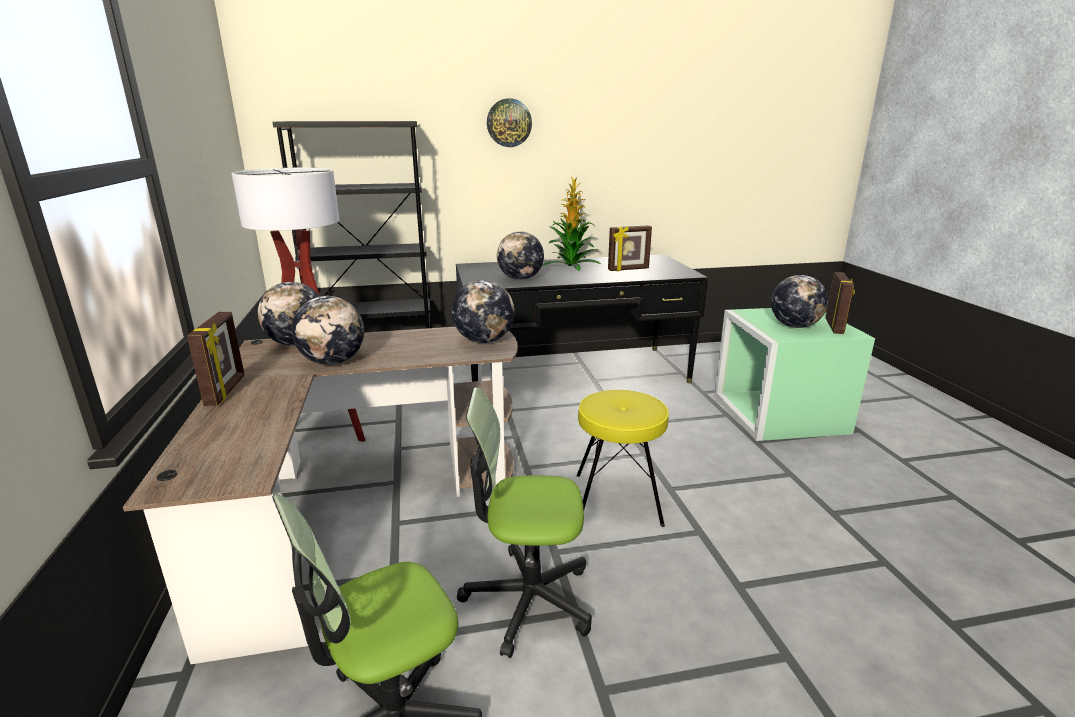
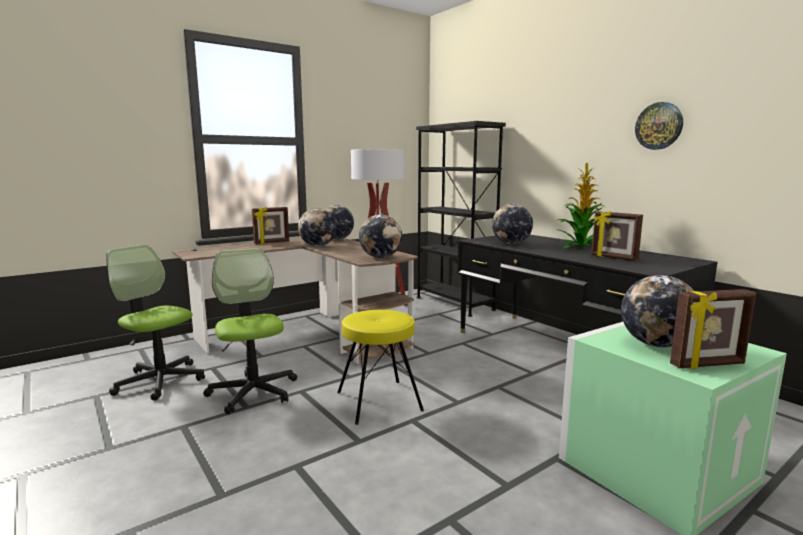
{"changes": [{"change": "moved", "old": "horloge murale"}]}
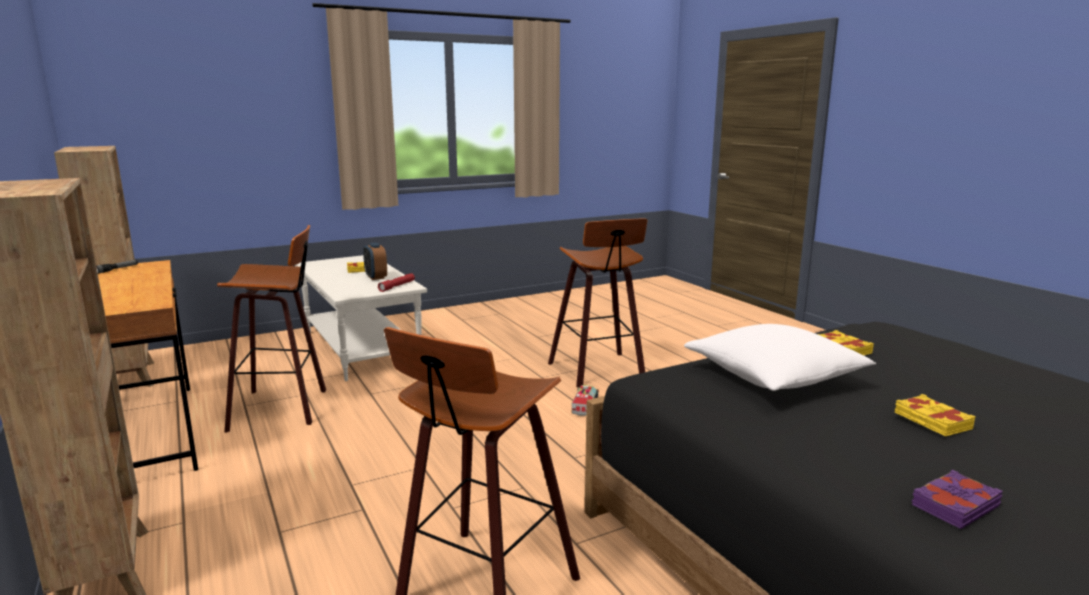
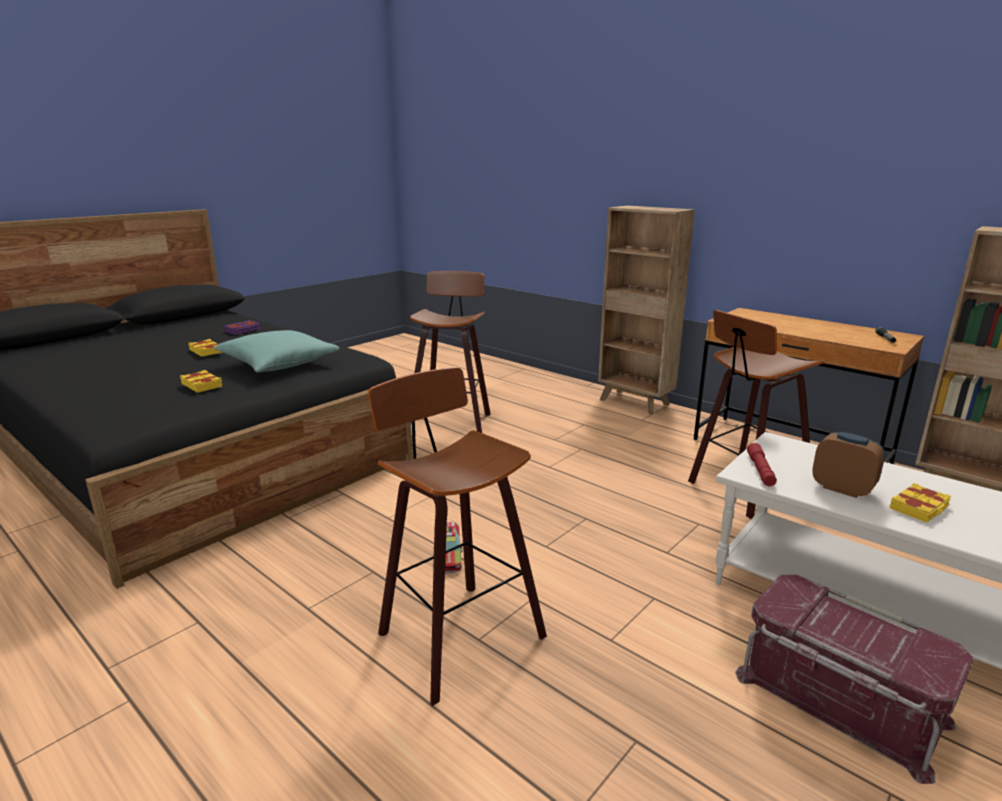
{"changes": [{"change": "recoloured", "old": "coussin [blanc]", "new": "coussin [turquoise]"}, {"change": "added", "new": "boîte de rangement [rouge]"}]}
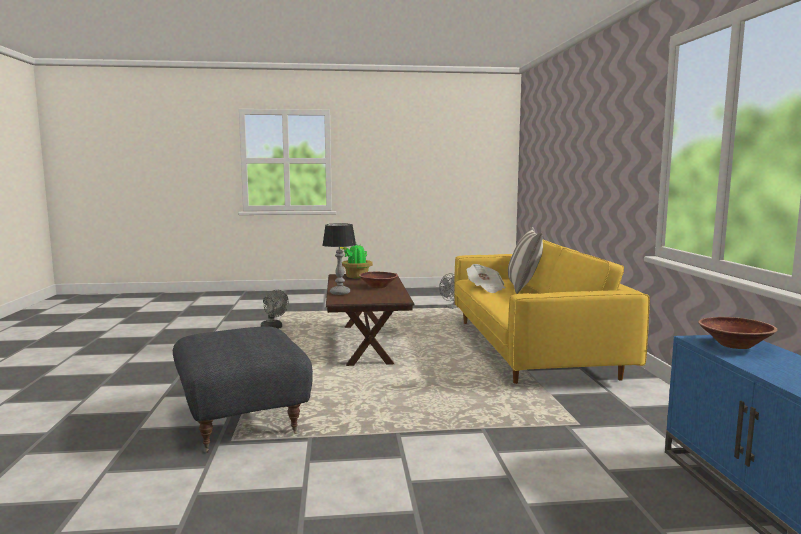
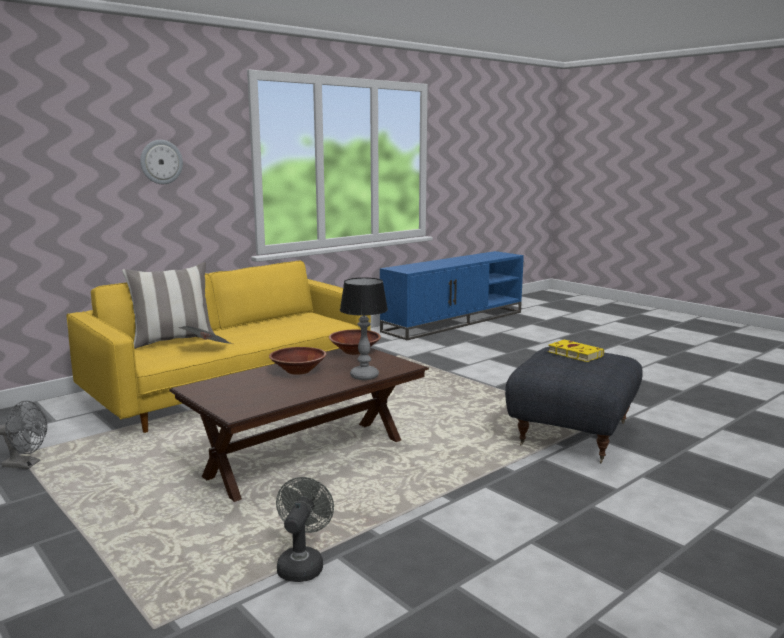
{"changes": [{"change": "removed", "old": "plante en pot"}, {"change": "moved", "old": "bol [marron] (2nd from left)"}, {"change": "added", "new": "horloge murale"}, {"change": "added", "new": "livre [jaune]"}]}
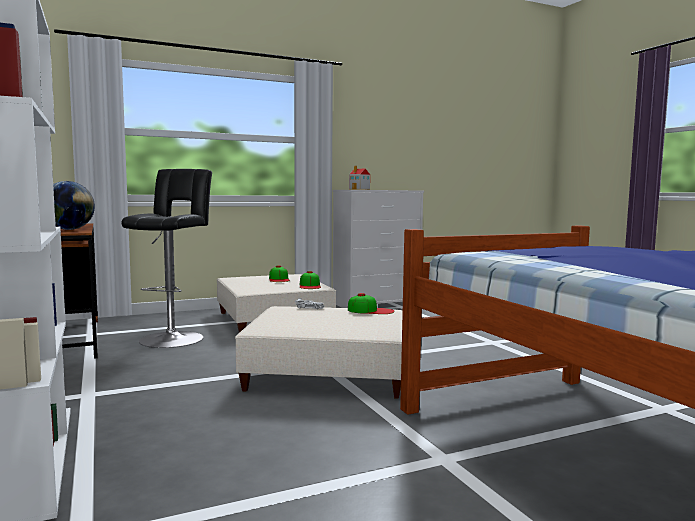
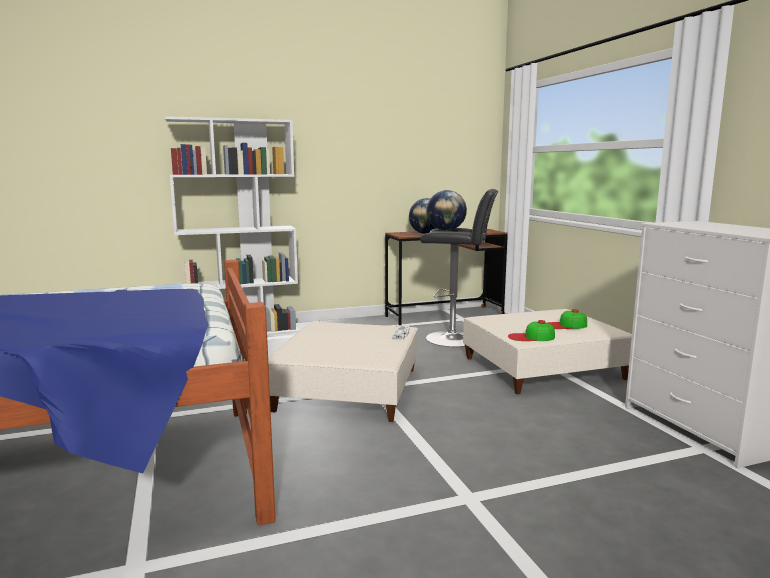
{"changes": [{"change": "removed", "old": "maison miniature"}, {"change": "removed", "old": "casquette (3rd from left)"}, {"change": "added", "new": "globe (2nd from left)"}]}
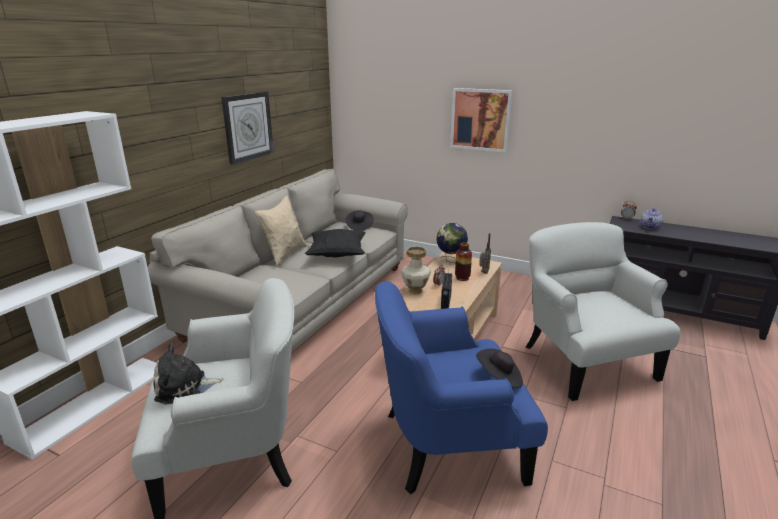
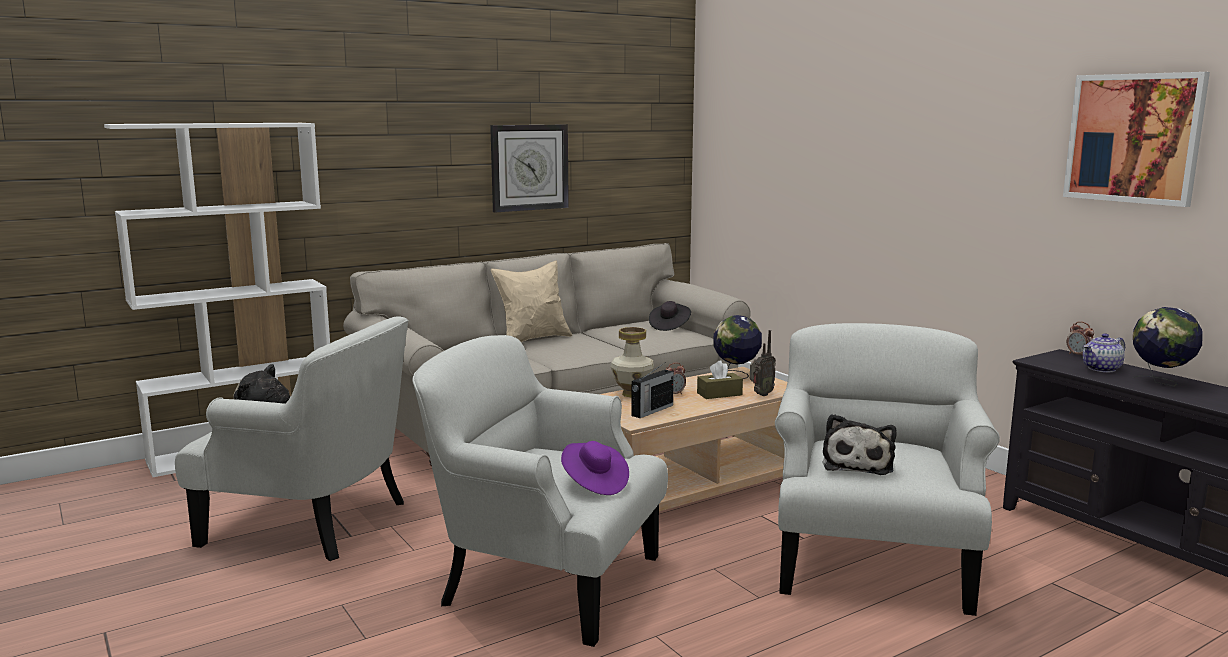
{"changes": [{"change": "moved", "old": "tableau"}, {"change": "removed", "old": "coussin [noir]"}, {"change": "replaced", "old": "vase (2nd from left)", "new": "boîte à mouchoirs [marron]"}, {"change": "recoloured", "old": "fauteuil [bleu]", "new": "fauteuil [blanc] (2nd from left)"}, {"change": "recoloured", "old": "chapeau [noir] (2nd from left)", "new": "chapeau [violet]"}, {"change": "added", "new": "globe (2nd from left)"}, {"change": "added", "new": "peluche (2nd from left)"}]}
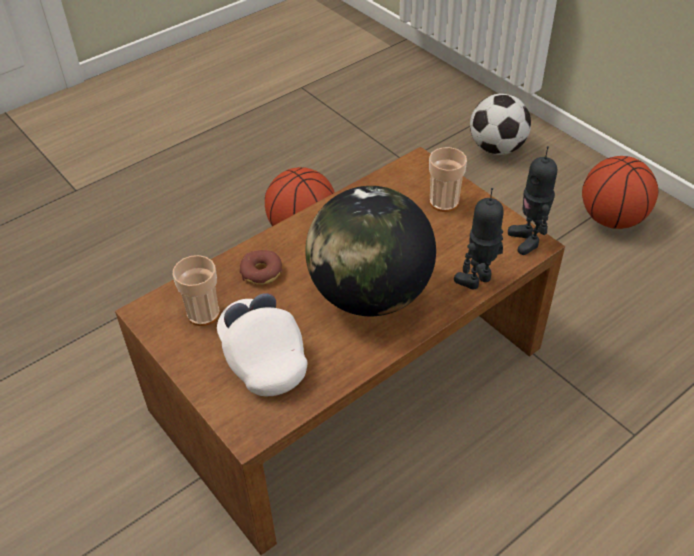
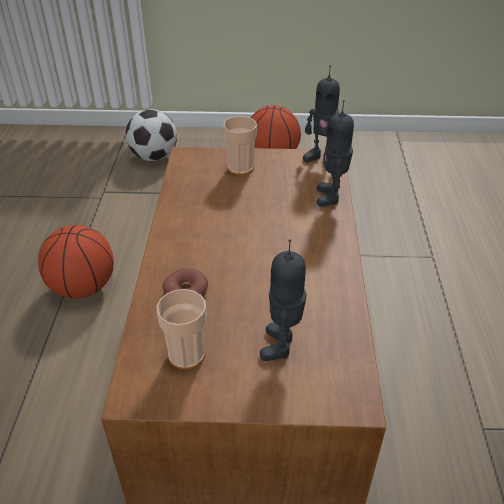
{"changes": [{"change": "removed", "old": "globe"}, {"change": "replaced", "old": "casquette [blanc]", "new": "robot jouet (1st from left)"}]}
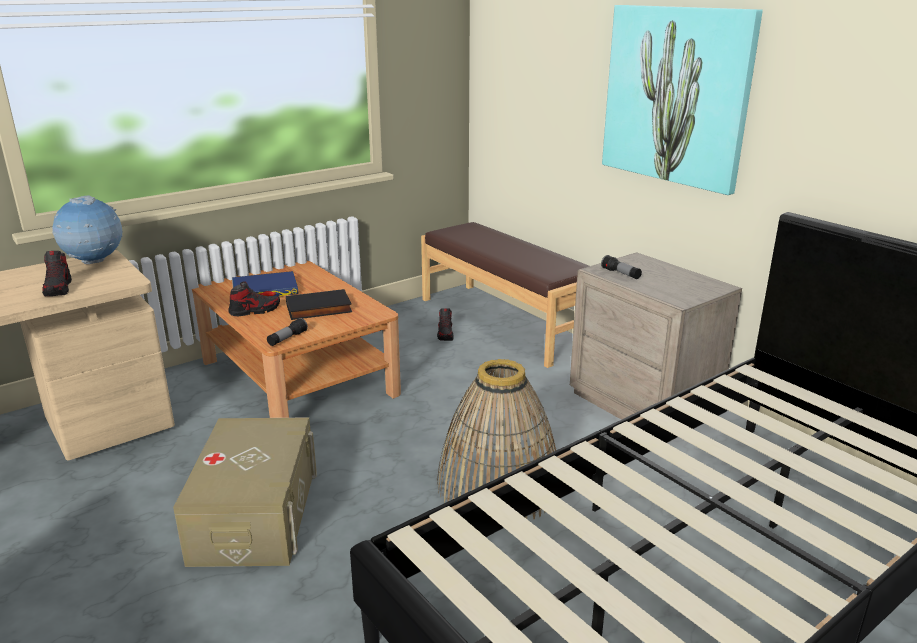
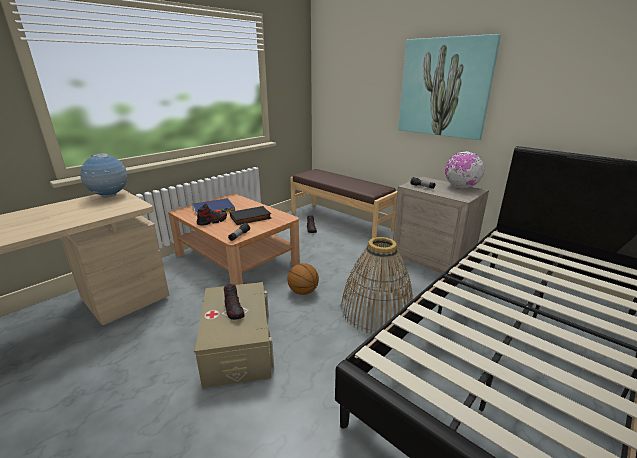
{"changes": [{"change": "moved", "old": "chaussure (1st from left in the first image)", "new": "chaussure (2nd from left)"}, {"change": "added", "new": "globe (2nd from left)"}, {"change": "added", "new": "ballon de basket"}]}
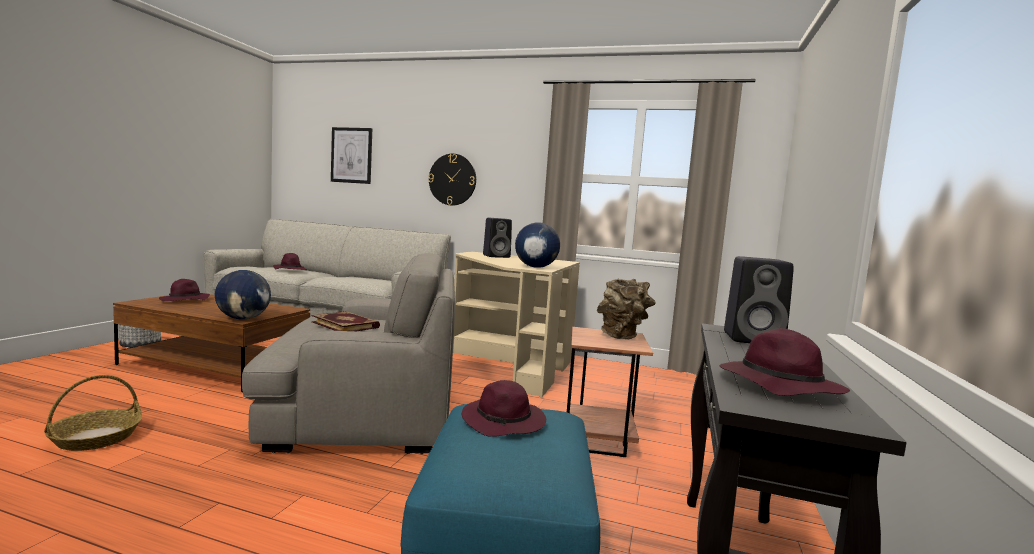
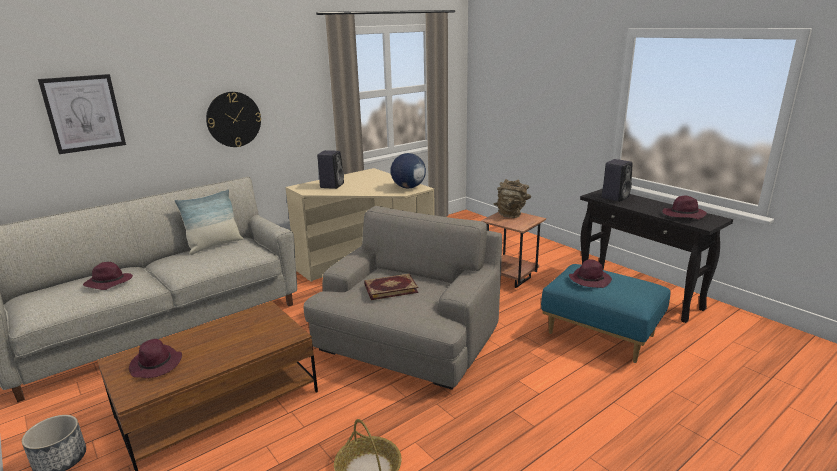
{"changes": [{"change": "removed", "old": "globe (1st from left)"}, {"change": "added", "new": "coussin"}]}
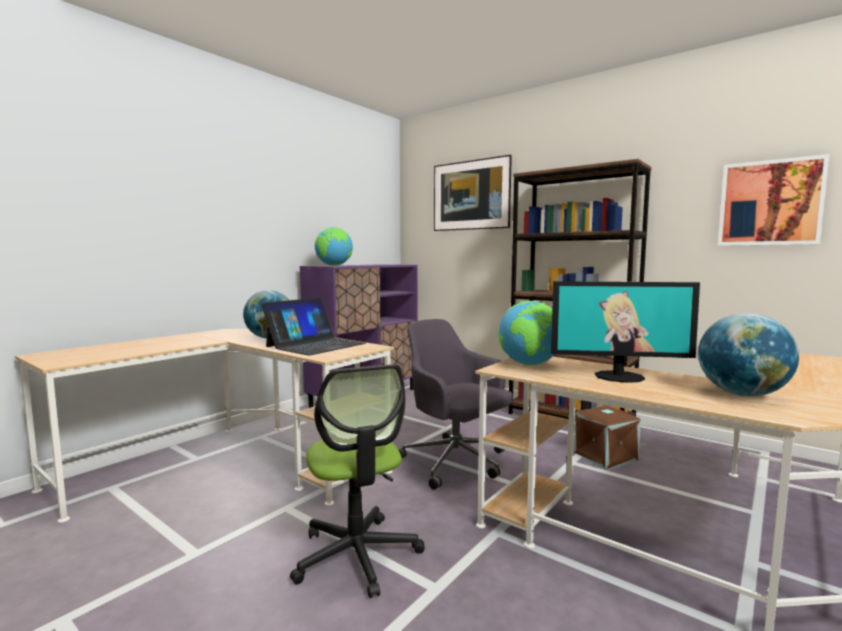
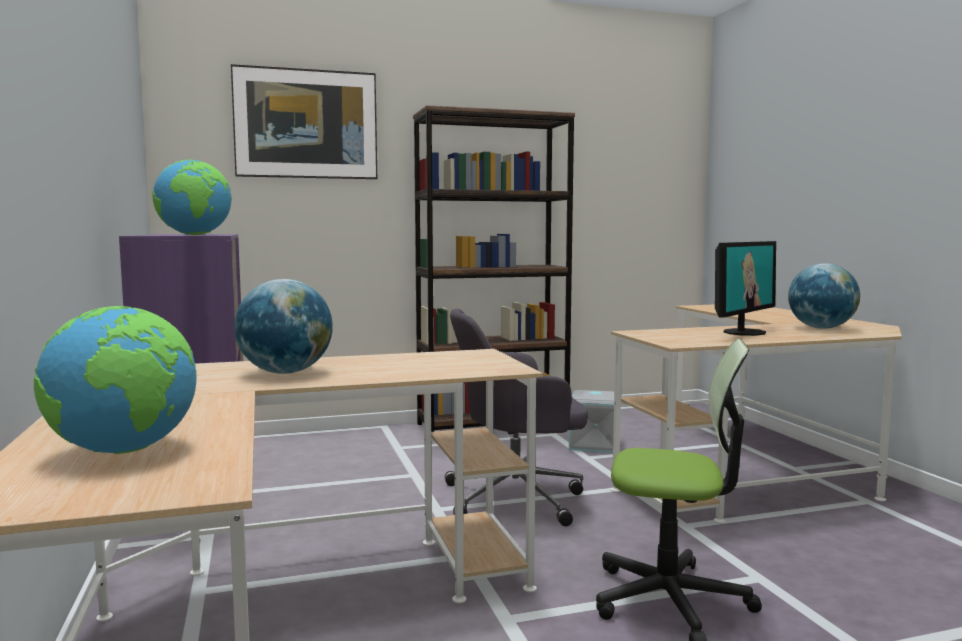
{"changes": [{"change": "removed", "old": "tableau (2nd from left)"}, {"change": "removed", "old": "ordinateur portable"}, {"change": "moved", "old": "globe (3rd from left in the first image)", "new": "globe (1st from left)"}, {"change": "recoloured", "old": "boîte de rangement [marron]", "new": "boîte de rangement [gris]"}]}
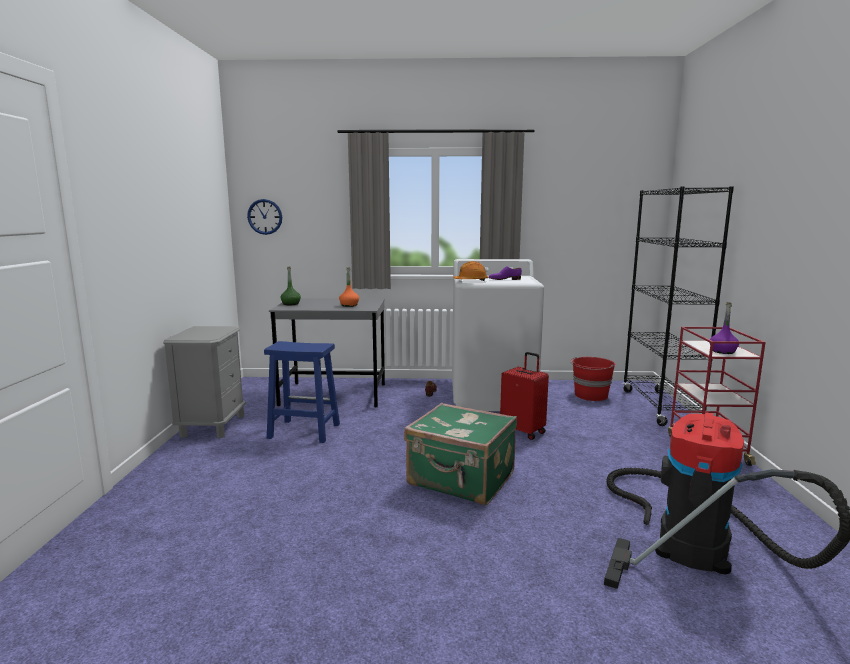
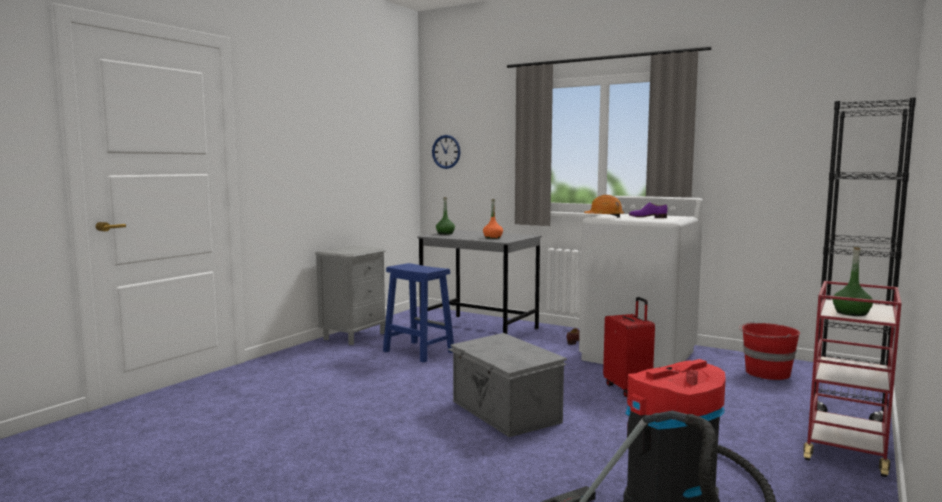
{"changes": [{"change": "recoloured", "old": "bouteille [violet]", "new": "bouteille [vert] (2nd from left)"}, {"change": "replaced", "old": "valise [vert]", "new": "boîte de rangement [gris]"}]}
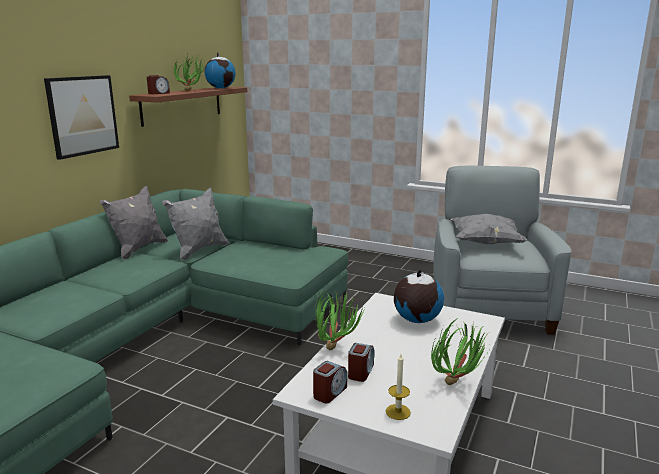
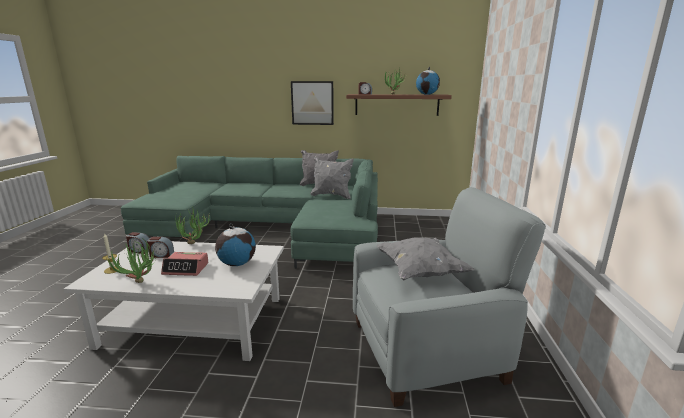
{"changes": [{"change": "added", "new": "réveil (3rd from left)"}]}
